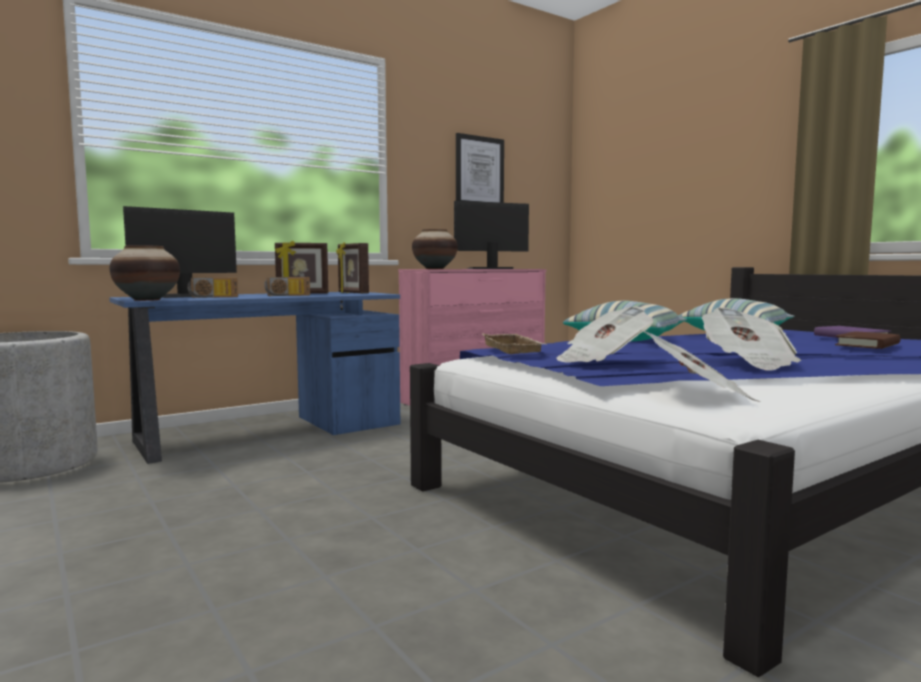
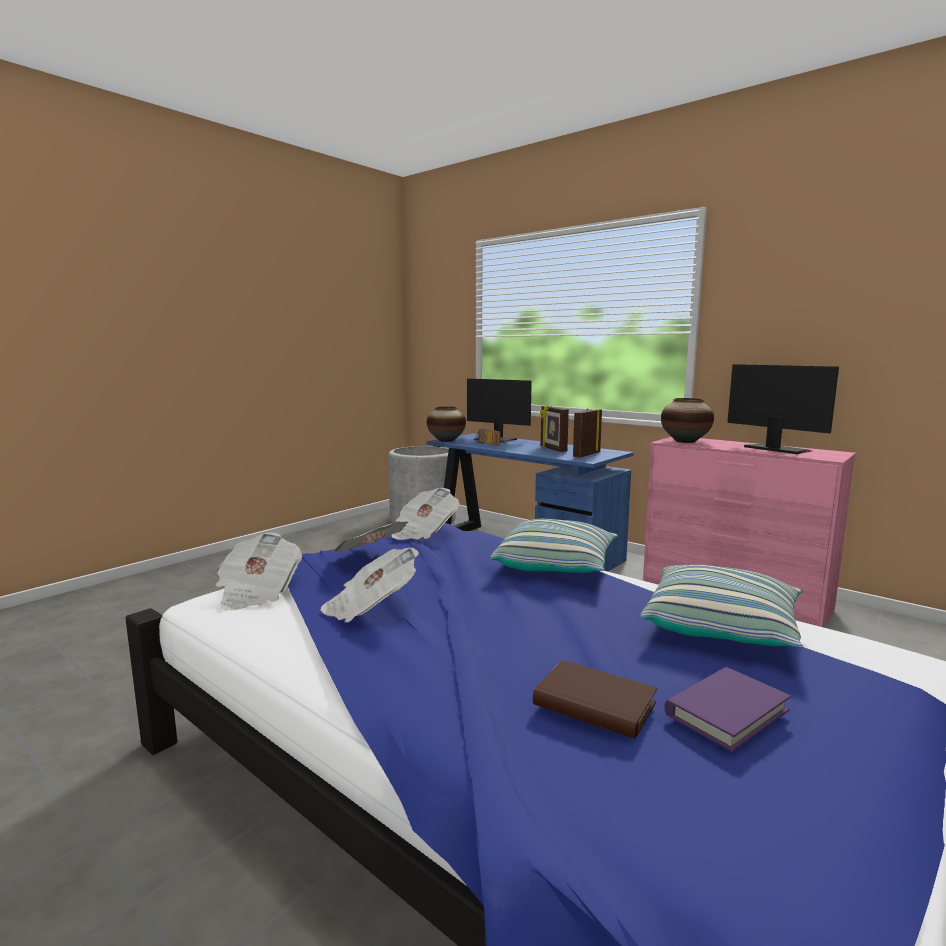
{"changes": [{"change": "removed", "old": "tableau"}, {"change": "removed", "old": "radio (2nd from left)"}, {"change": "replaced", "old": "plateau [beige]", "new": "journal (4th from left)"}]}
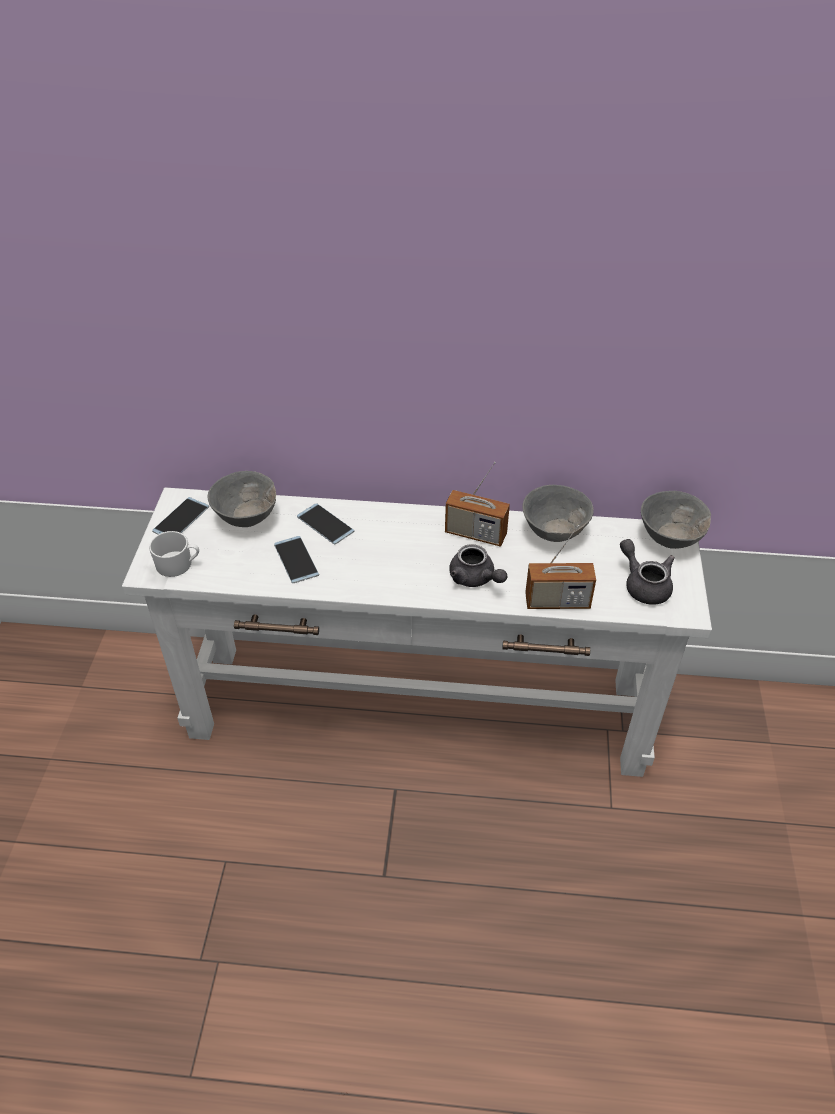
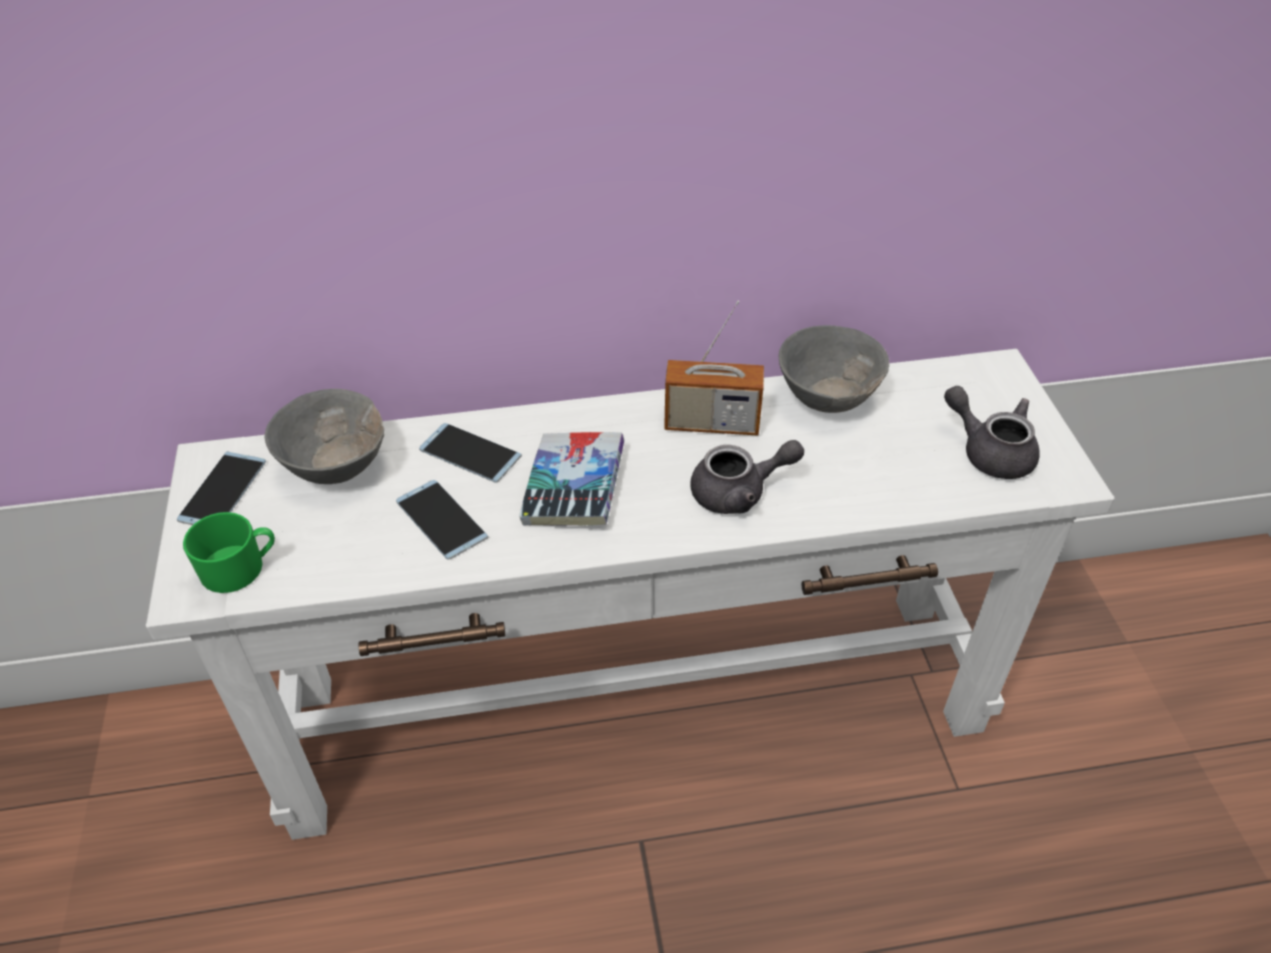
{"changes": [{"change": "removed", "old": "bol [gris] (3rd from left)"}, {"change": "removed", "old": "radio (2nd from left)"}, {"change": "recoloured", "old": "mug [blanc]", "new": "mug [vert]"}, {"change": "turned", "old": "théière [gris] (1st from left)", "degrees": -45}, {"change": "added", "new": "livre"}]}
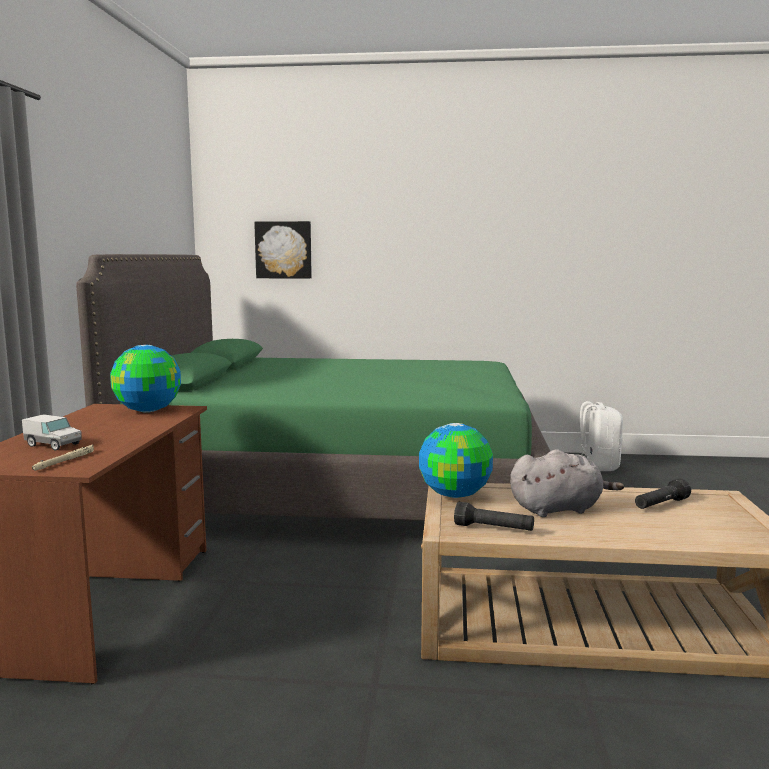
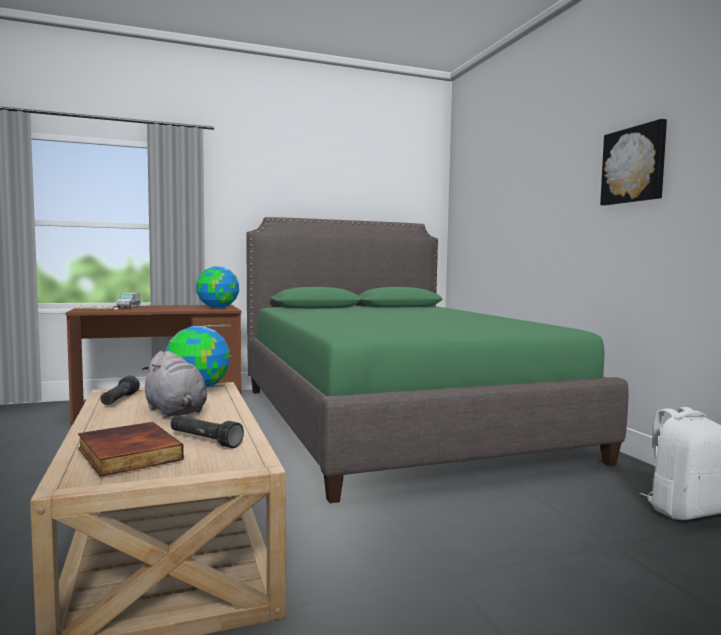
{"changes": [{"change": "moved", "old": "tableau"}, {"change": "added", "new": "livre"}]}
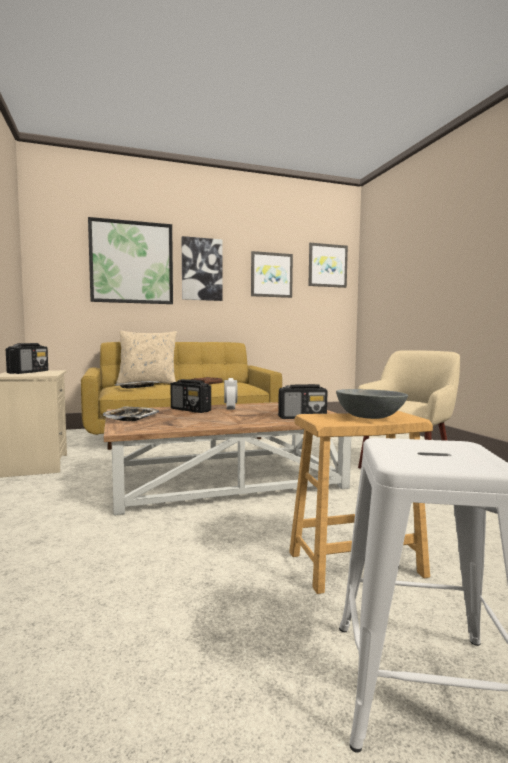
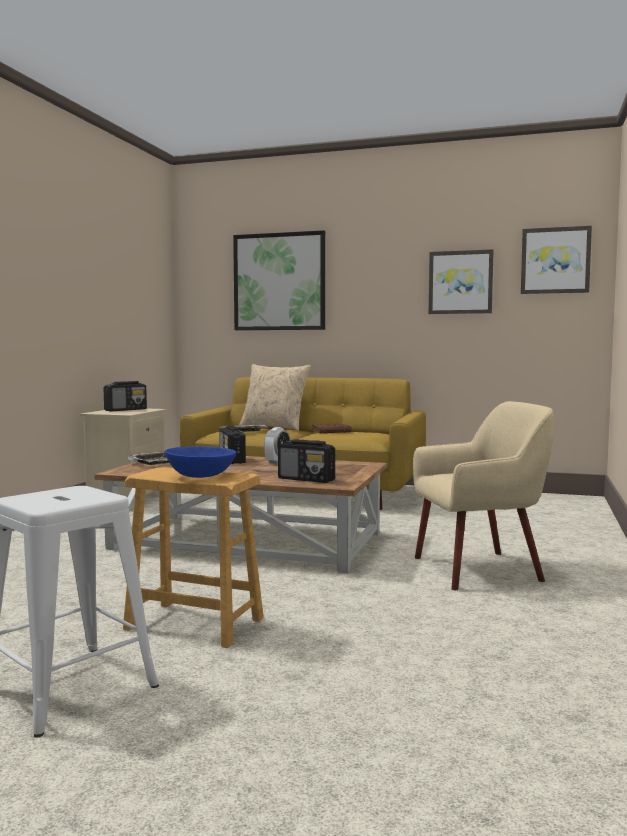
{"changes": [{"change": "removed", "old": "tableau (2nd from left)"}, {"change": "recoloured", "old": "bol [gris]", "new": "bol [bleu]"}]}
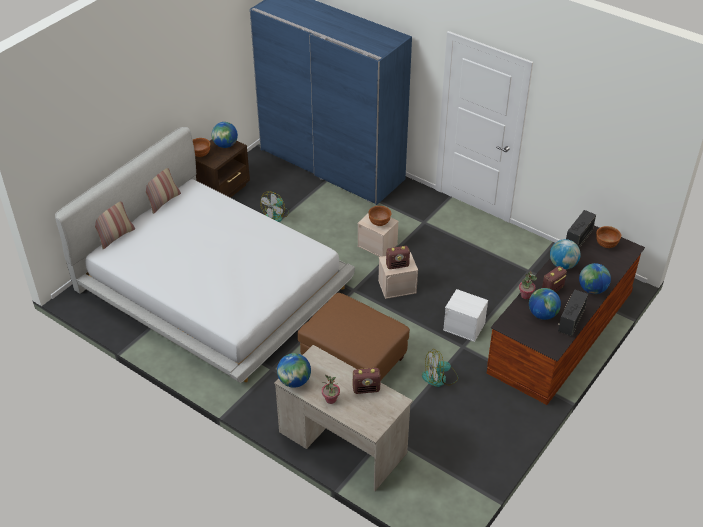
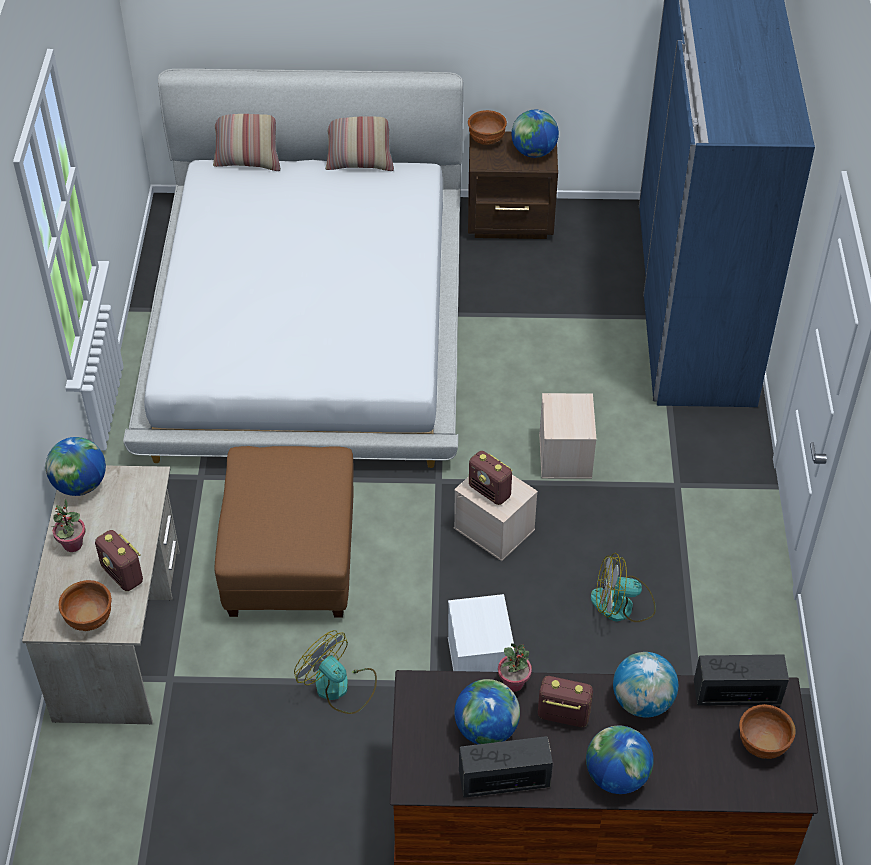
{"changes": [{"change": "moved", "old": "ventilateur (1st from left in the first image)", "new": "ventilateur (2nd from left)"}, {"change": "moved", "old": "bol [marron] (2nd from left in the first image)", "new": "bol [marron] (1st from left)"}]}
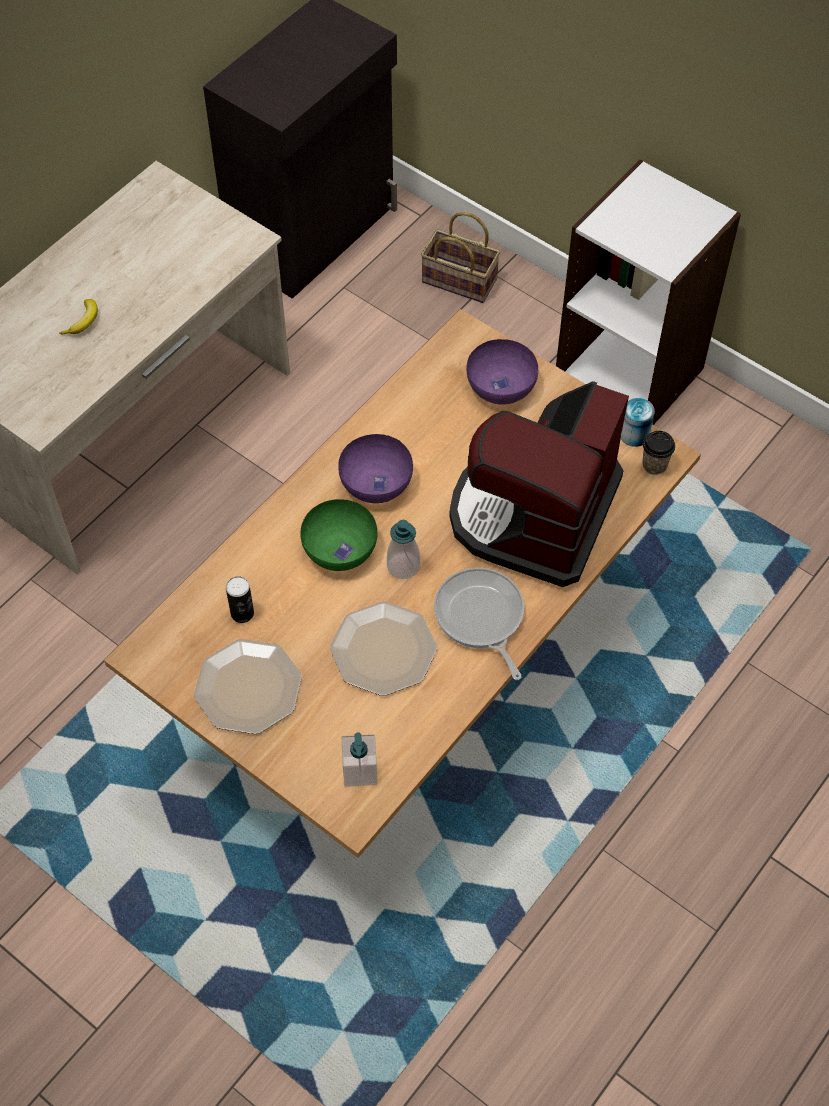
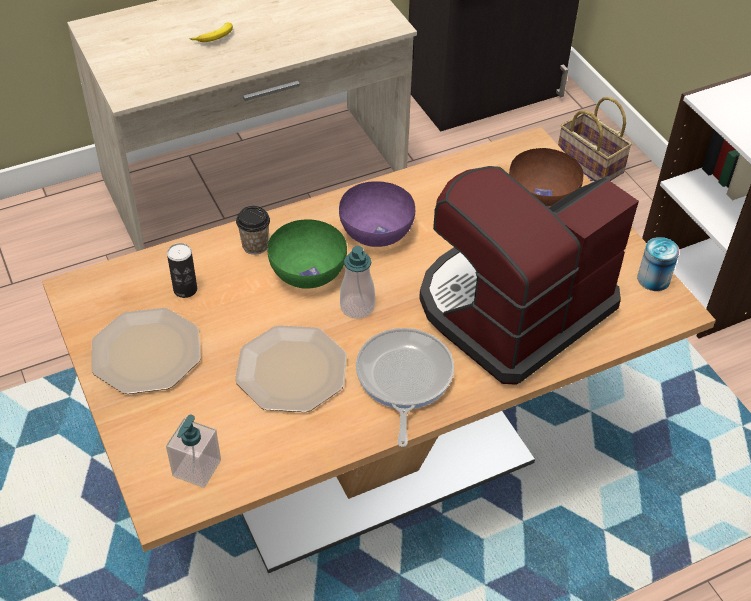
{"changes": [{"change": "recoloured", "old": "bol [violet] (2nd from left)", "new": "bol [marron]"}, {"change": "moved", "old": "tasse"}]}
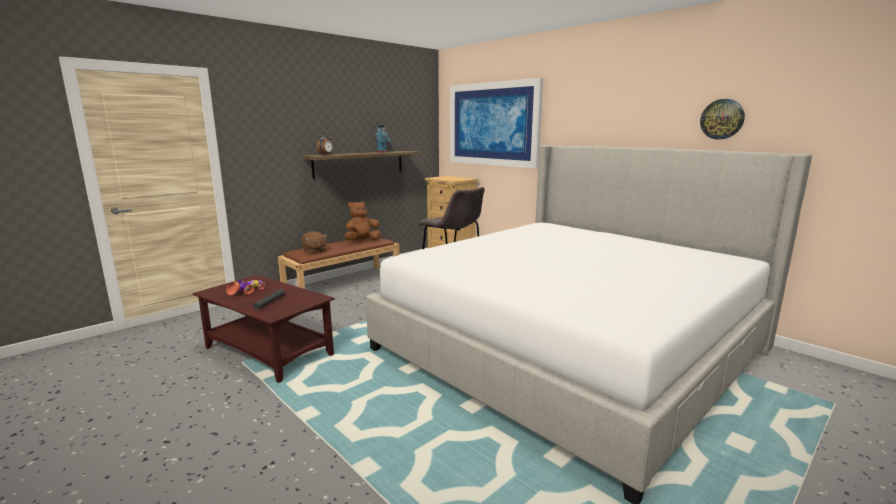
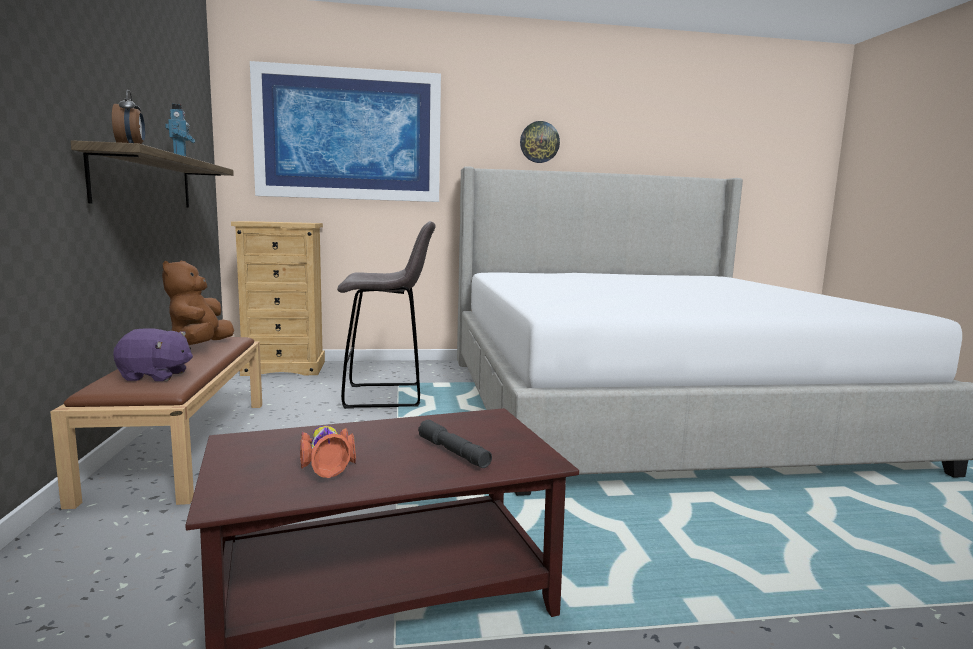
{"changes": [{"change": "moved", "old": "horloge murale"}, {"change": "recoloured", "old": "peluche [marron] (1st from left)", "new": "peluche [violet]"}]}
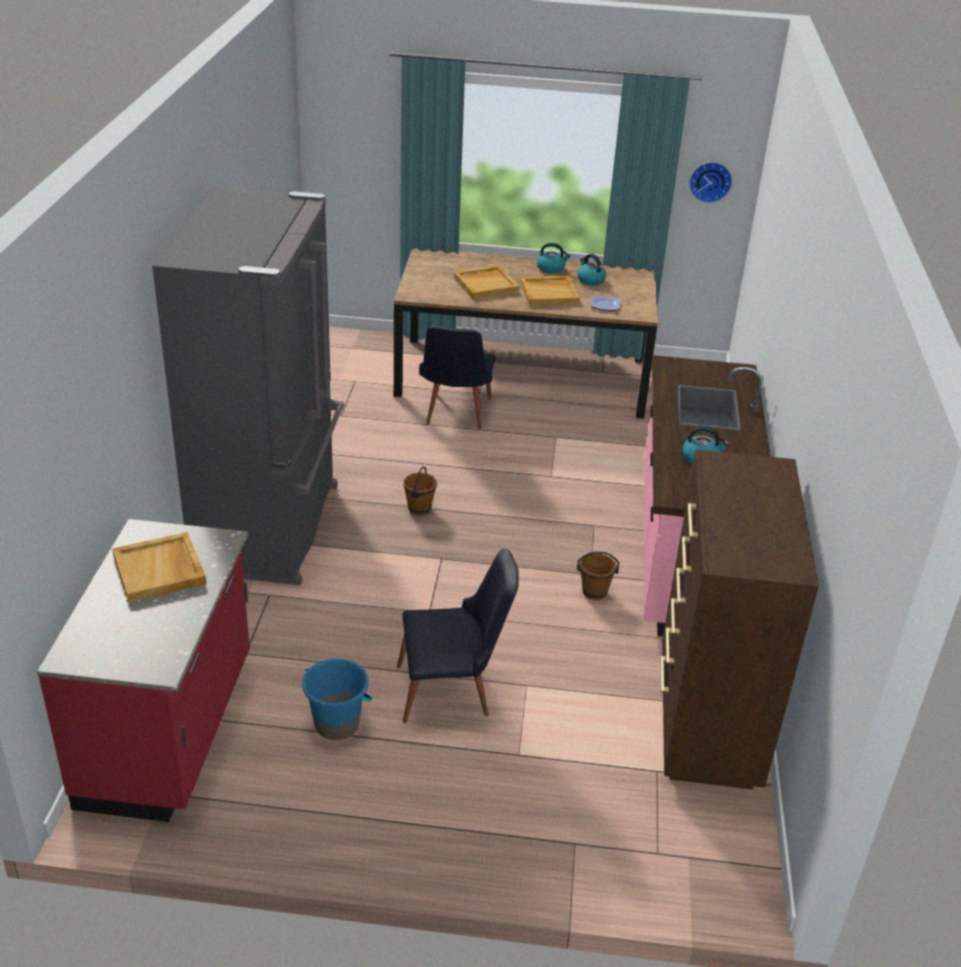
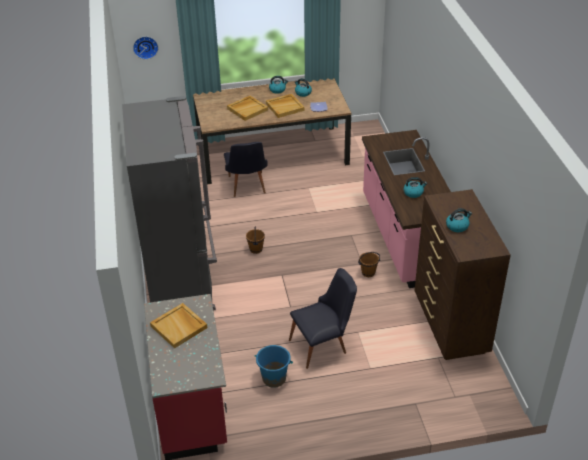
{"changes": [{"change": "moved", "old": "horloge murale"}, {"change": "added", "new": "bouilloire (4th from left)"}]}
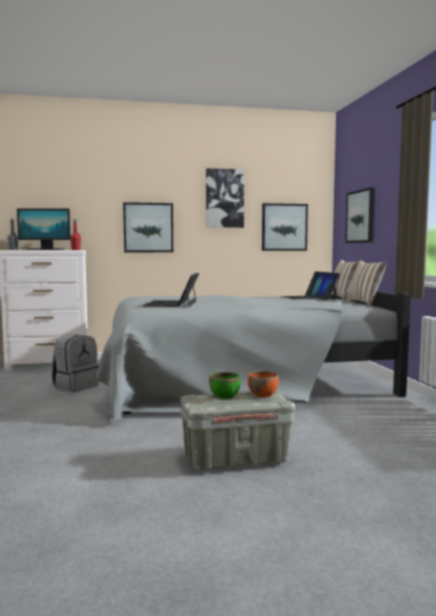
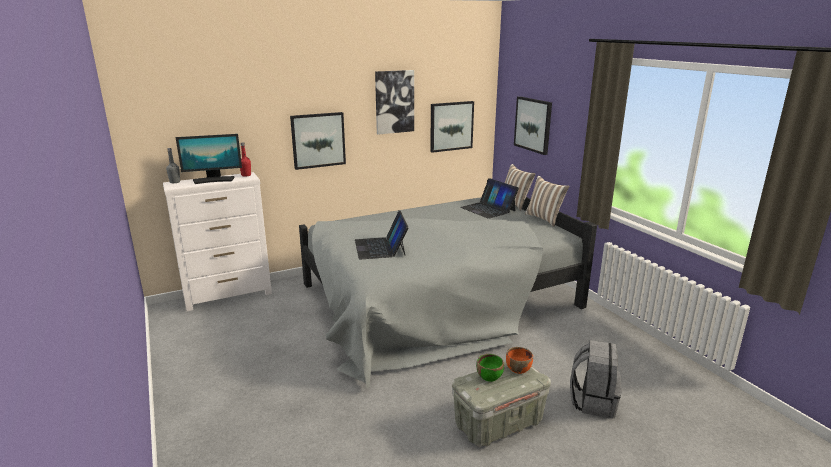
{"changes": [{"change": "moved", "old": "sac à dos [gris]"}]}
